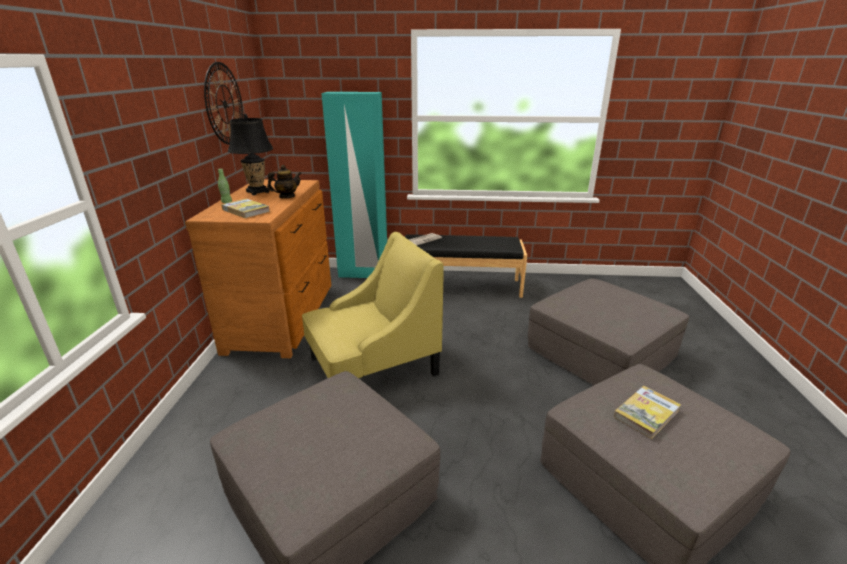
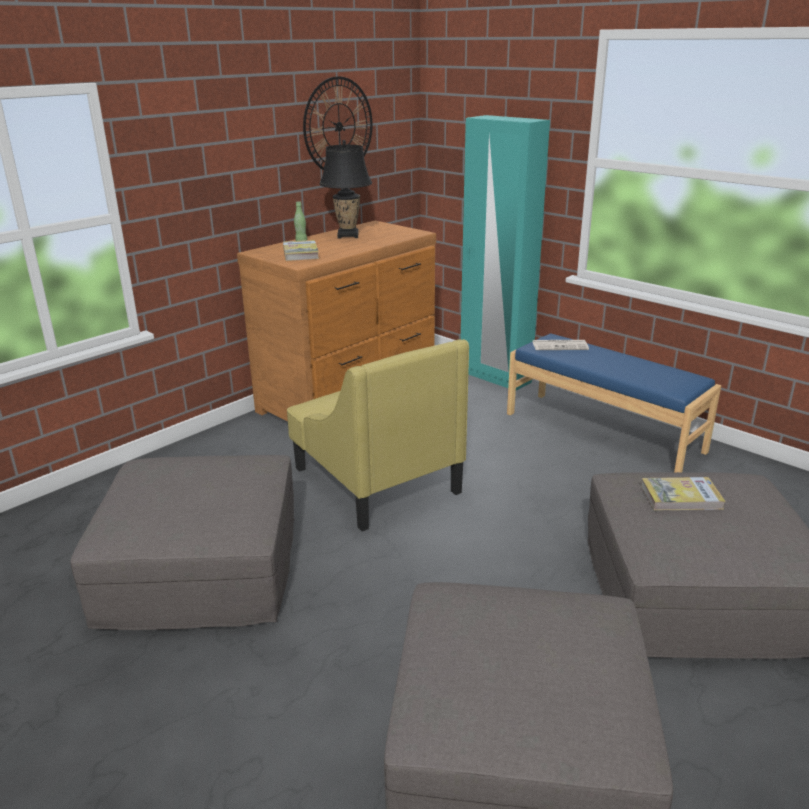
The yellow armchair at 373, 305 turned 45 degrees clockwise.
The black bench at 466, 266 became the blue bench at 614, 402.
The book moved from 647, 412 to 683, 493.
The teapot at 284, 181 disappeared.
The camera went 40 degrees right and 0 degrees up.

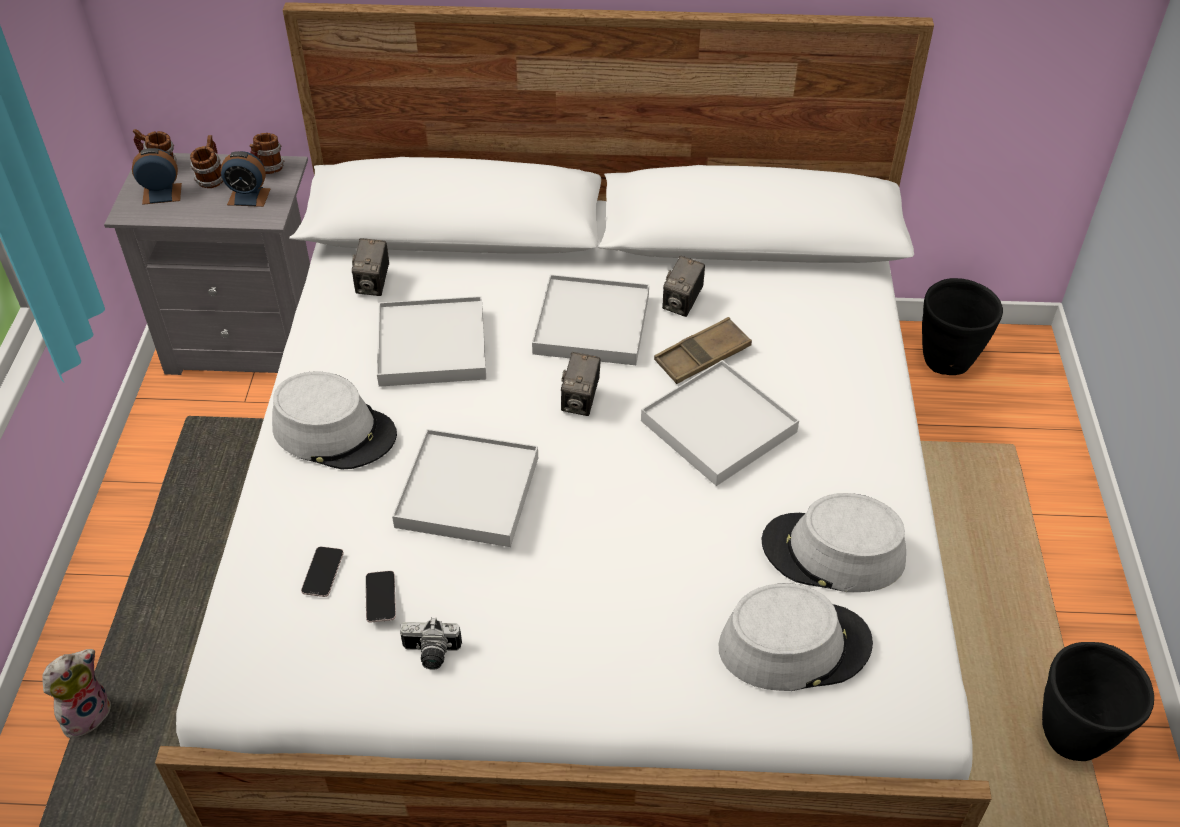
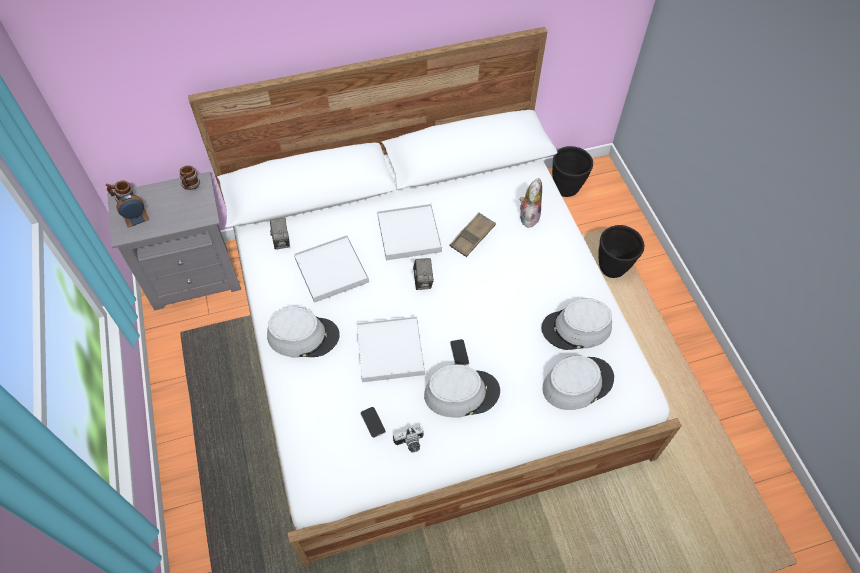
The grey hat at 462, 391 appeared.
The phone moved from 322, 571 to 459, 352.
The plush toy moved from 76, 695 to 531, 203.
The black planter moved from 1098, 701 to 621, 251.
The mug at 207, 161 disappeared.
The alarm clock at 245, 179 disappeared.
The white tray at 720, 423 disappeared.
The photo camera at 683, 286 disappeared.
The camera went 20 degrees left and 10 degrees up.

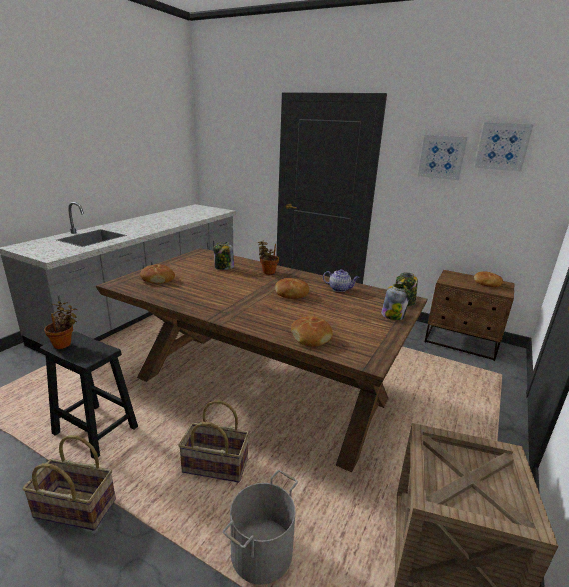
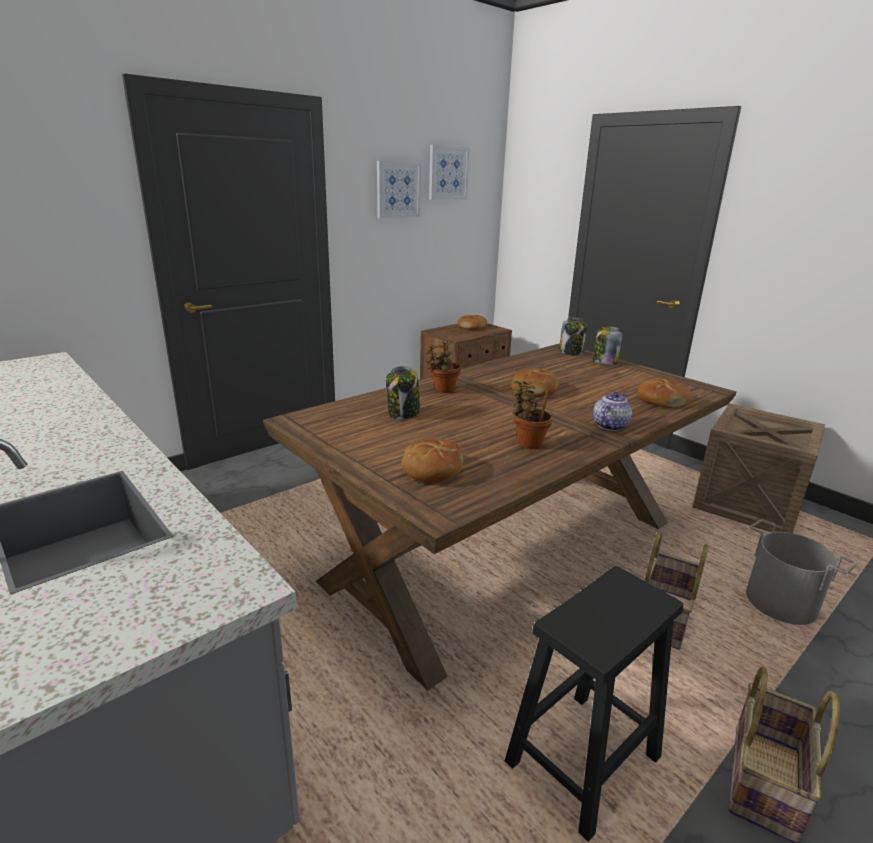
The potted plant moved from 61, 325 to 532, 414.
The teapot moved from 341, 280 to 612, 411.
The camera went 70 degrees left and 0 degrees up.

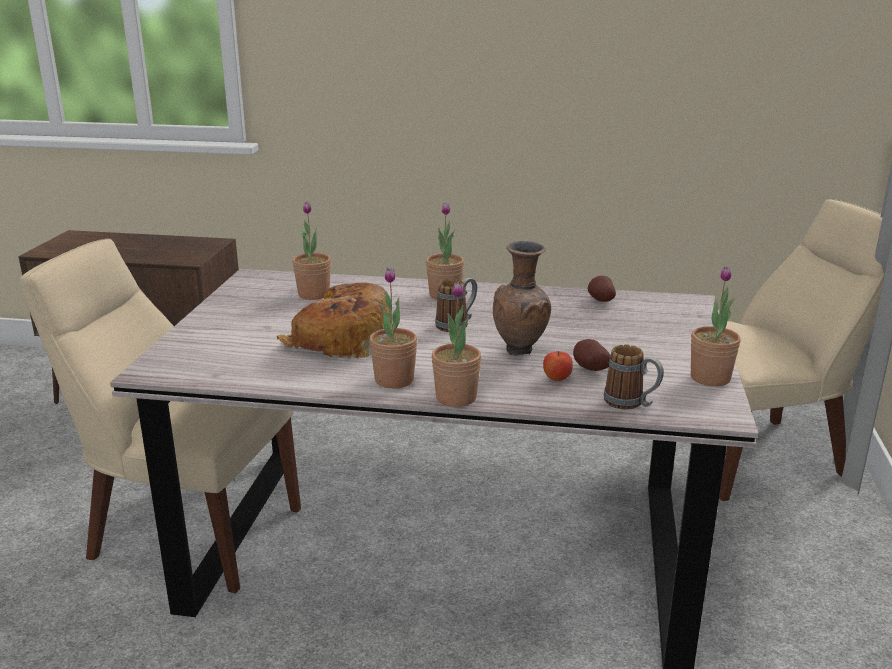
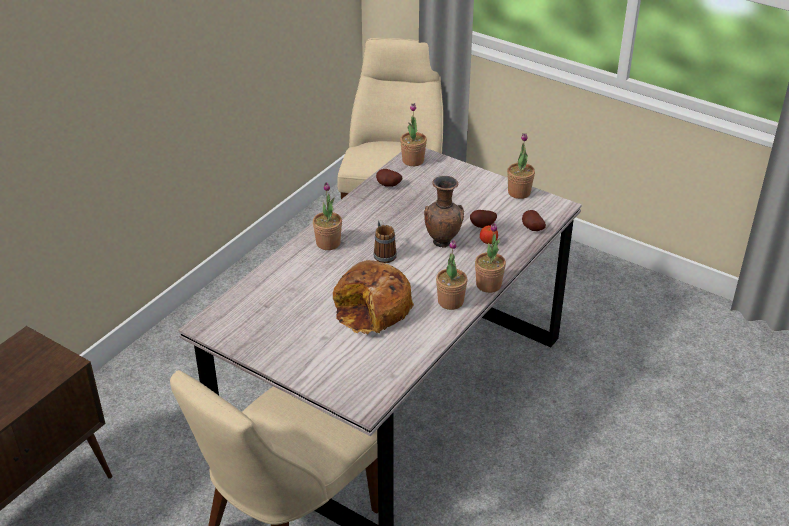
The potted plant moved from 311, 250 to 413, 134.
The mug at 634, 376 was replaced by the potato at 534, 220.
The camera went 65 degrees left and 15 degrees up.

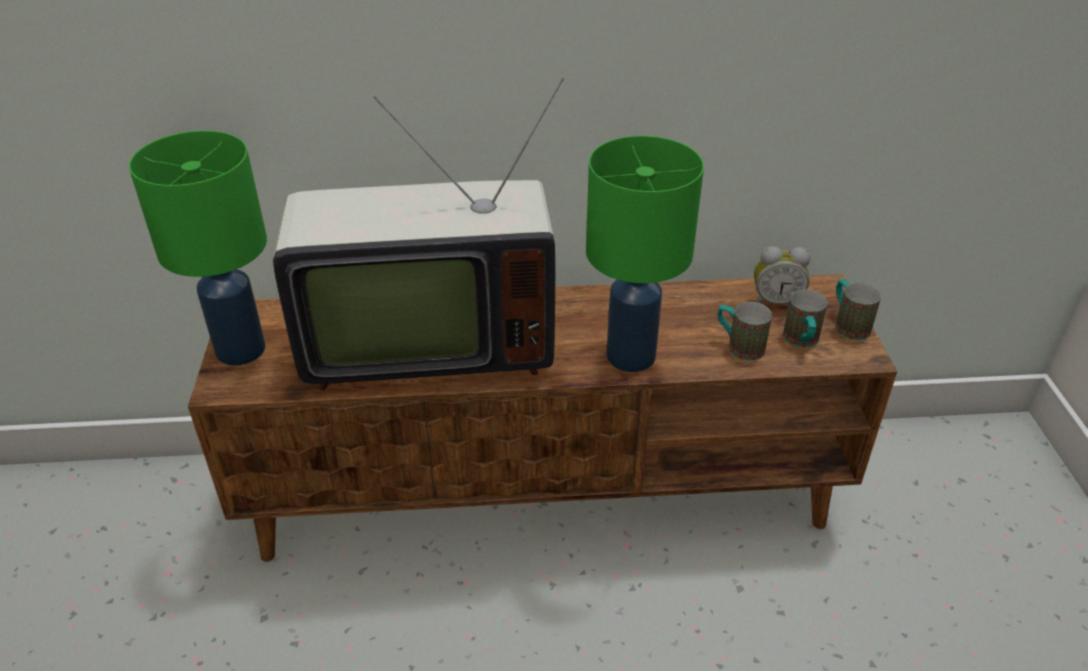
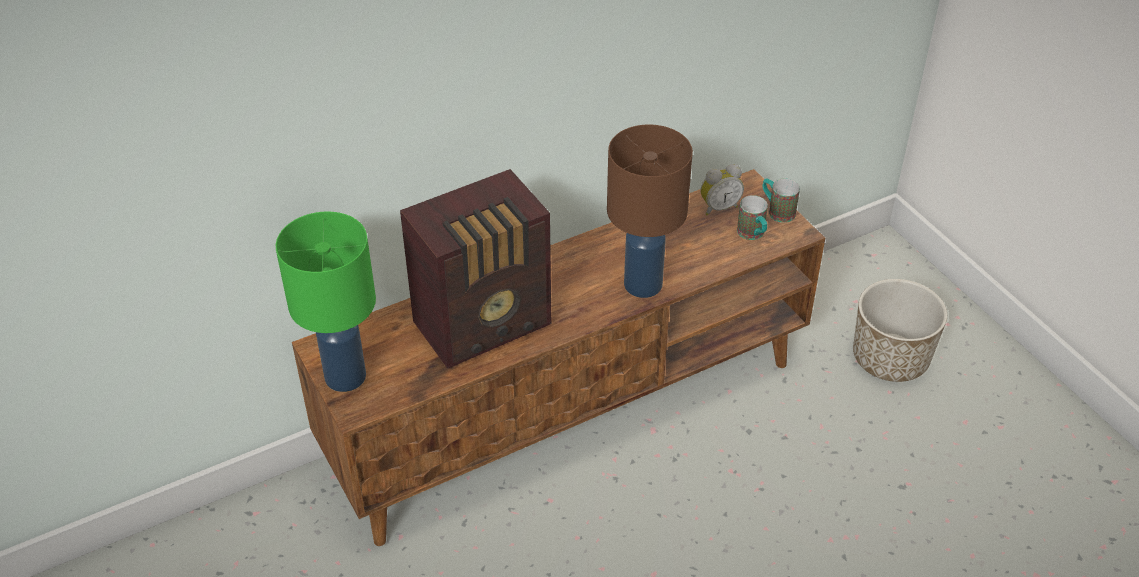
The television at 418, 233 was replaced by the radio at 475, 269.
The green table lamp at 645, 254 became the brown table lamp at 650, 211.
The planter at 900, 330 appeared.
The mug at 744, 331 disappeared.
The camera went 25 degrees left and 5 degrees up.

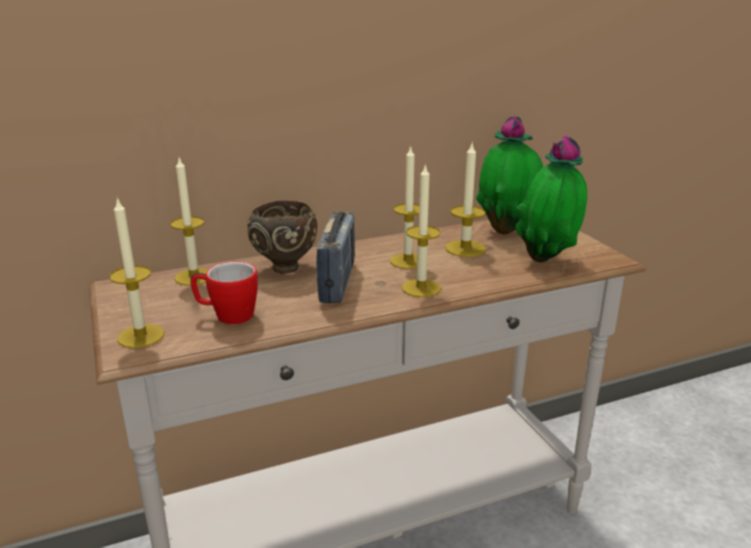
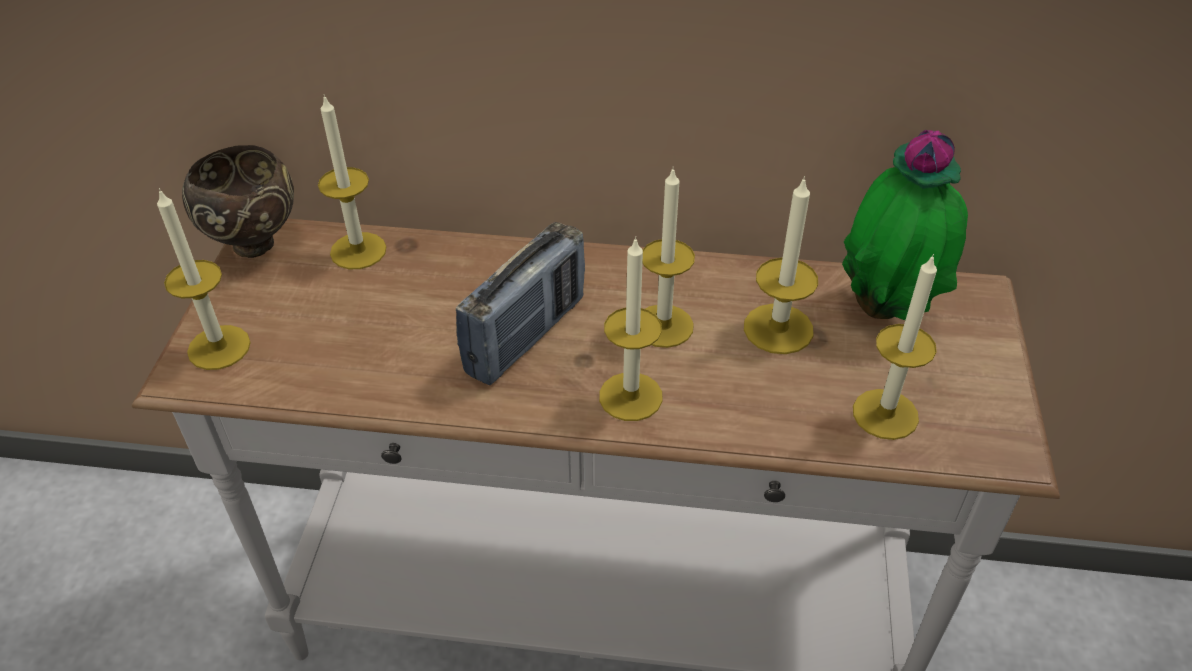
The brown bowl moved from 282, 237 to 238, 201.
The potted plant at 551, 198 was replaced by the candle at 895, 347.
The mug at 224, 293 disappeared.
The camera went 30 degrees right and 20 degrees up.

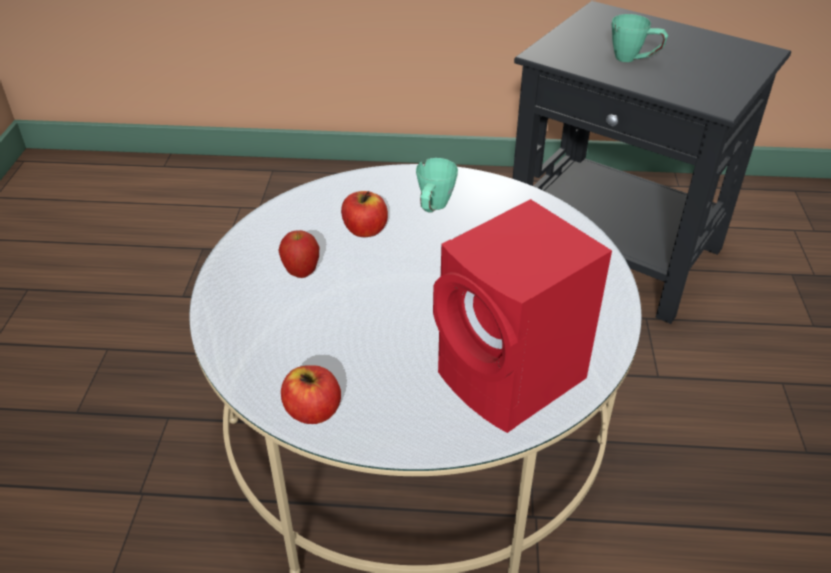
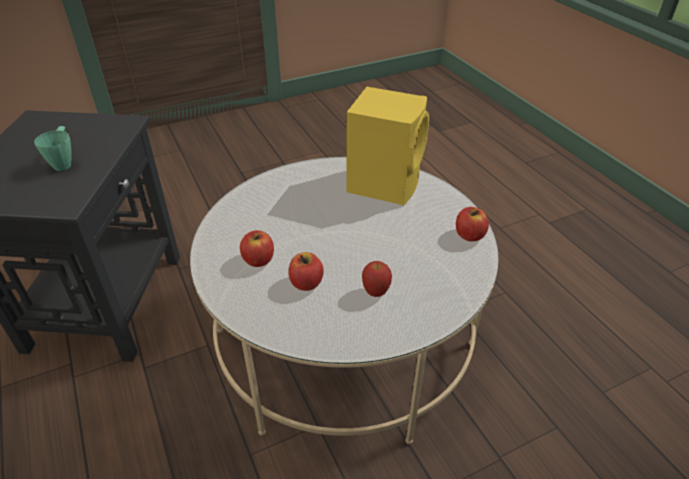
The green mug at 437, 185 was replaced by the apple at 257, 248.
The red speaker at 522, 316 became the yellow speaker at 387, 146.
The camera went 120 degrees left and 0 degrees up.

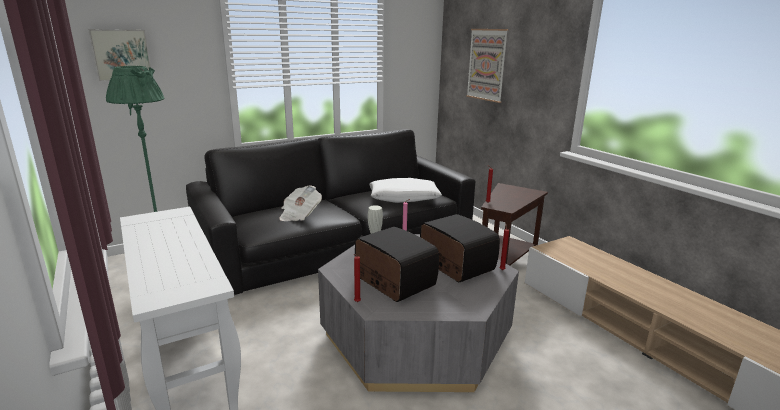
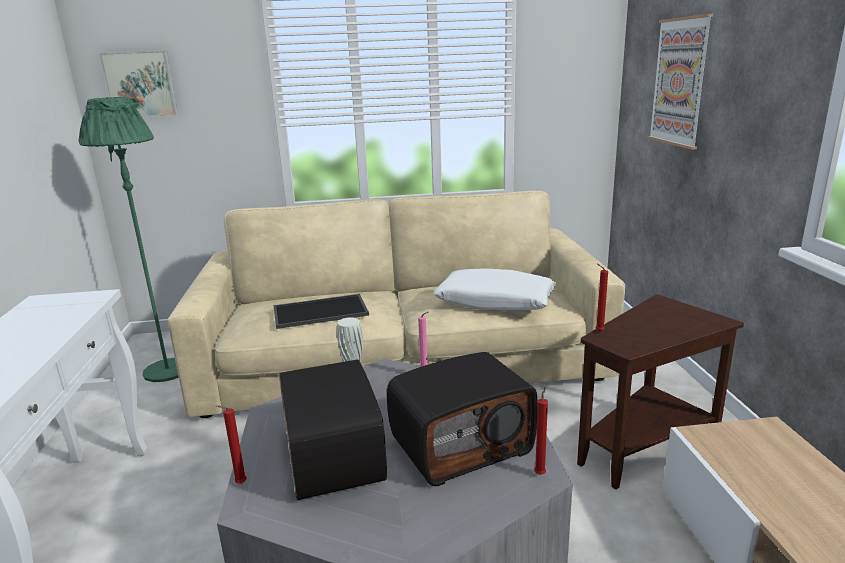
The black sofa at 330, 212 became the beige sofa at 396, 304.
The newspaper at 300, 203 was replaced by the tray at 321, 311.
The radio at 460, 248 turned 75 degrees clockwise.
The camera went 25 degrees right and 0 degrees up.

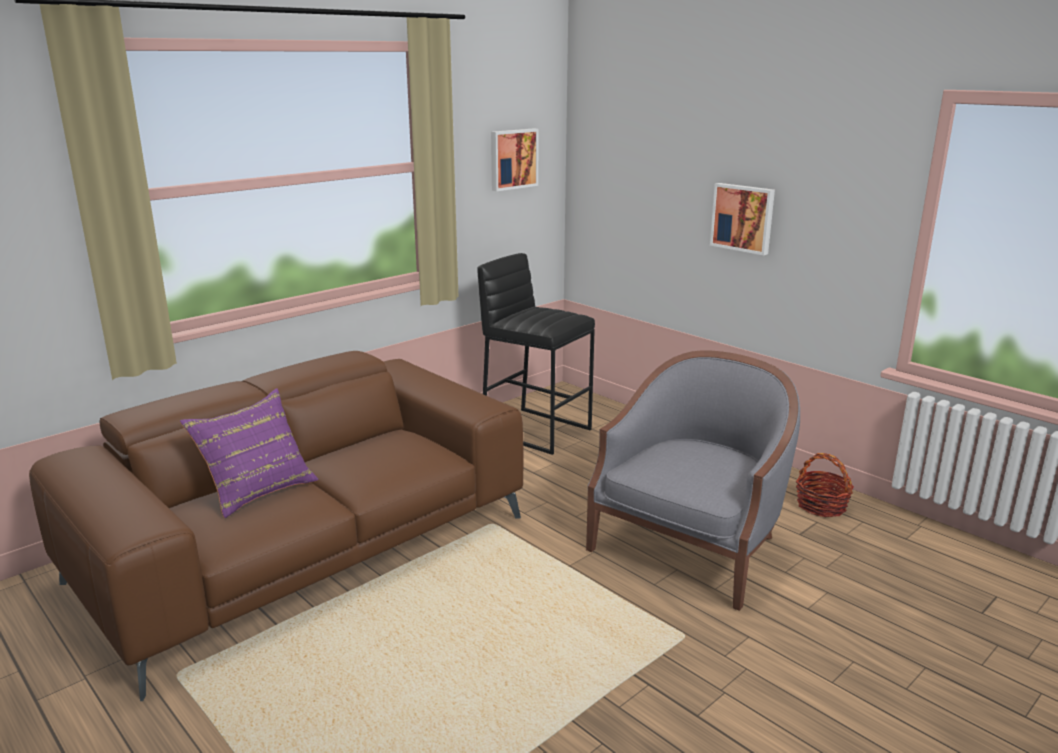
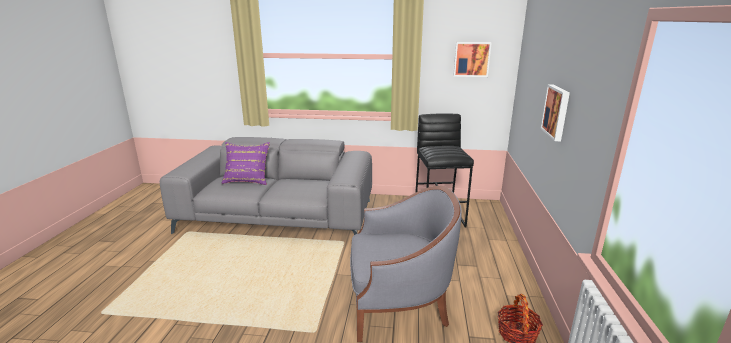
The brown sofa at 276, 526 became the grey sofa at 266, 186.
The camera went 50 degrees right and 0 degrees up.

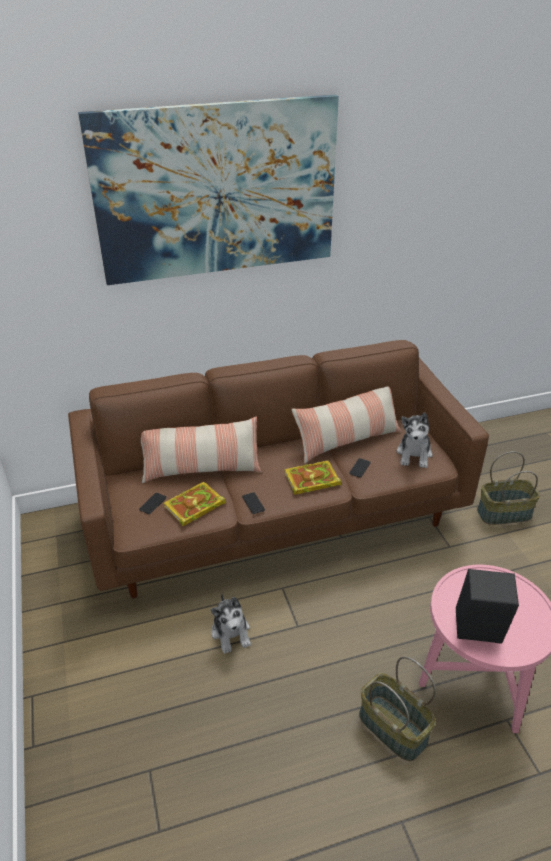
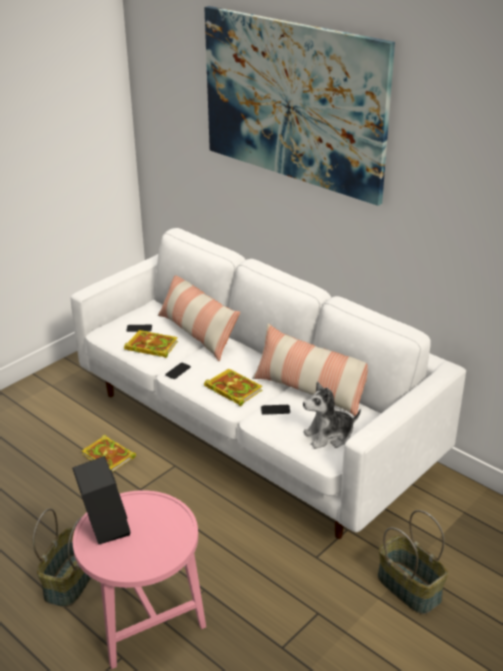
The brown sofa at 278, 469 became the white sofa at 268, 383.
The plush toy at 231, 623 was replaced by the book at 109, 453.
The camera went 60 degrees right and 5 degrees down.

